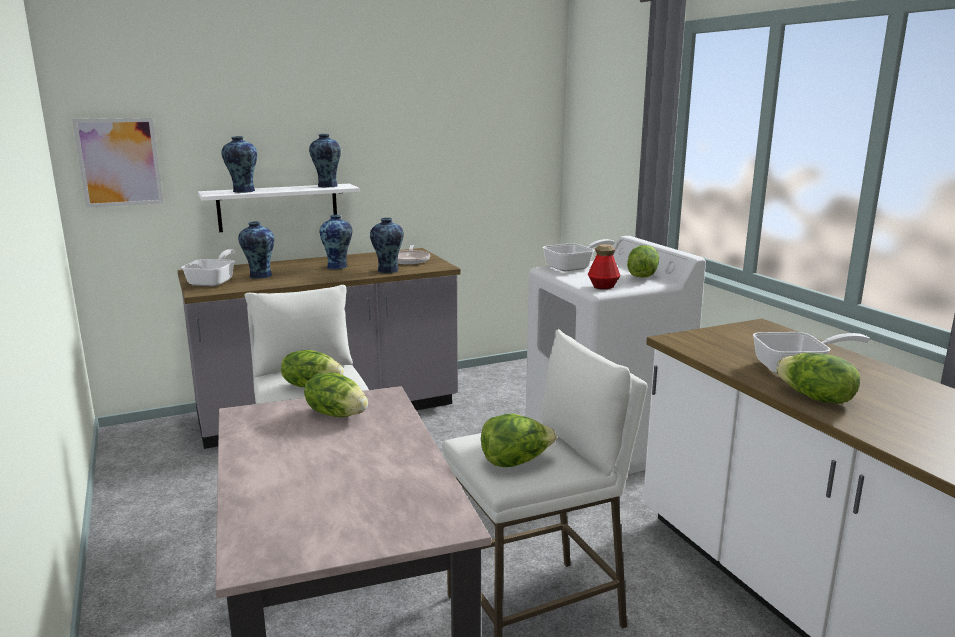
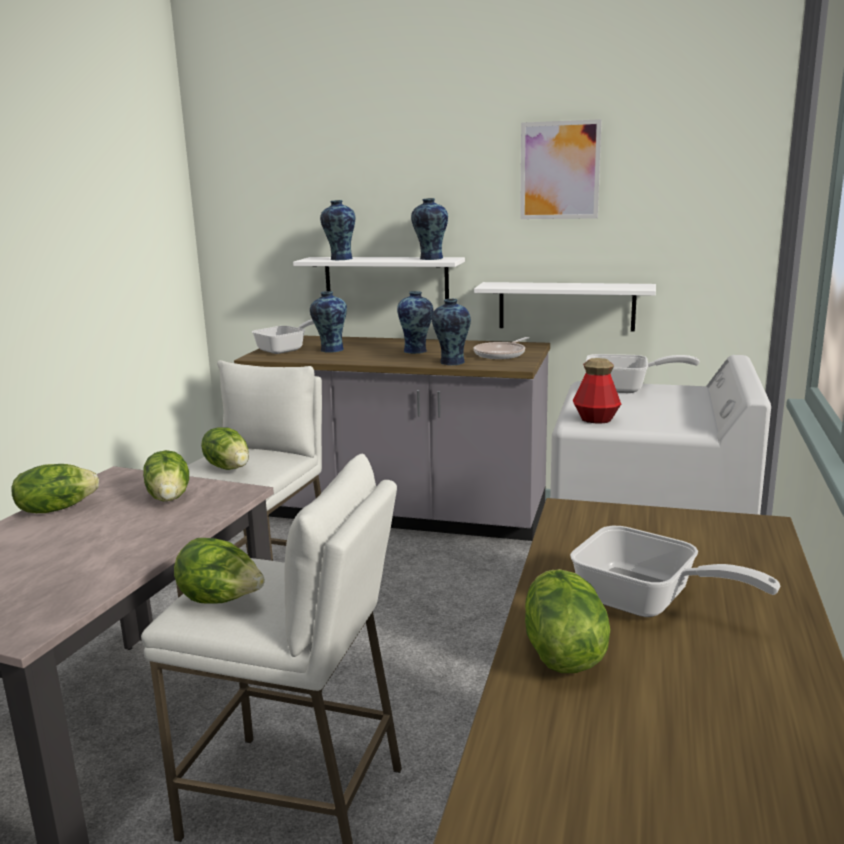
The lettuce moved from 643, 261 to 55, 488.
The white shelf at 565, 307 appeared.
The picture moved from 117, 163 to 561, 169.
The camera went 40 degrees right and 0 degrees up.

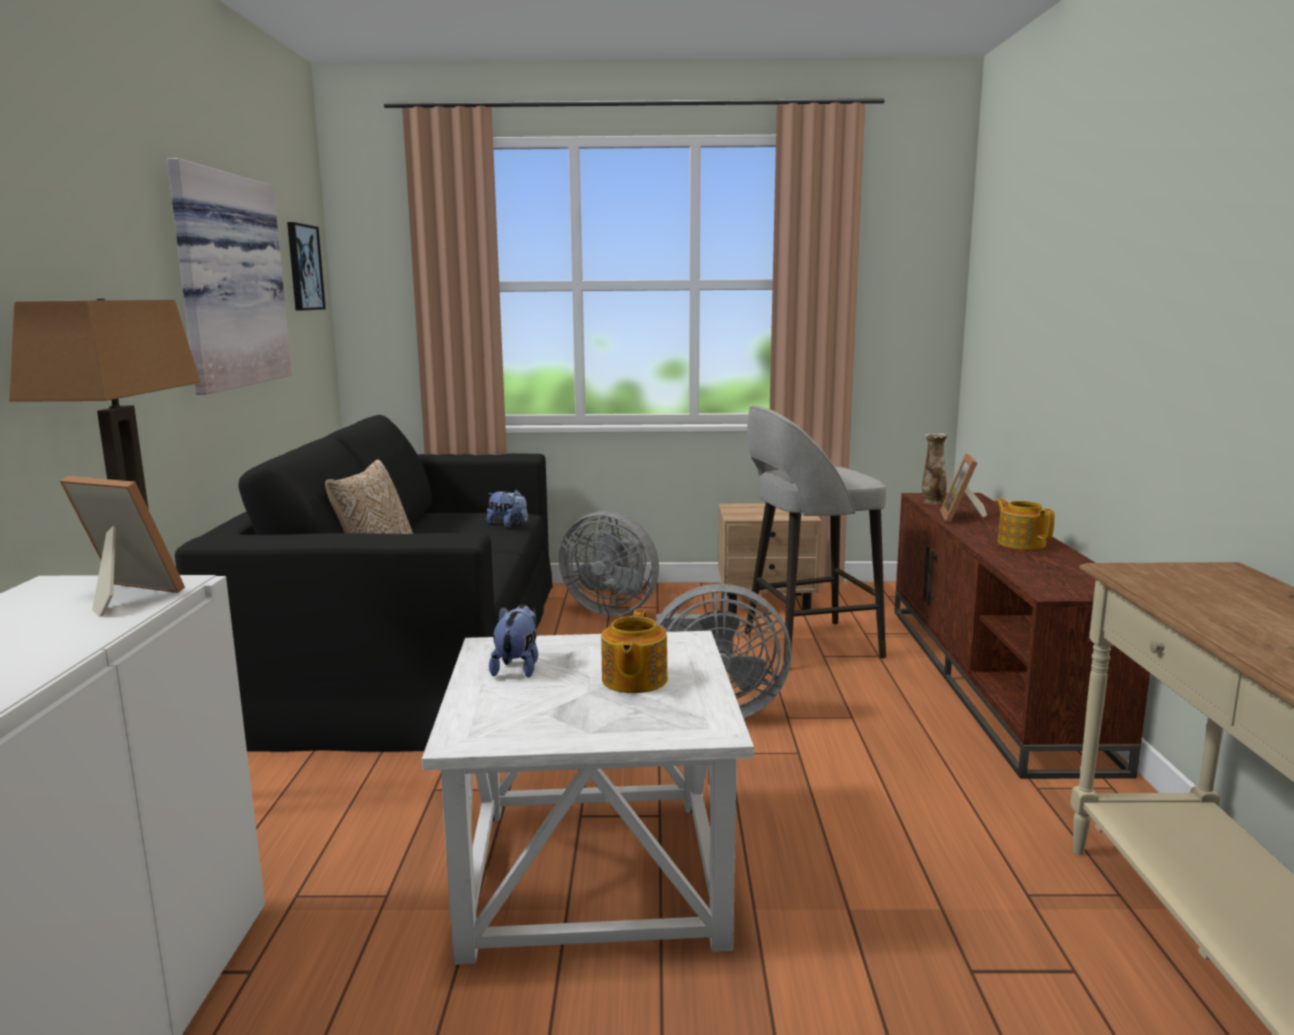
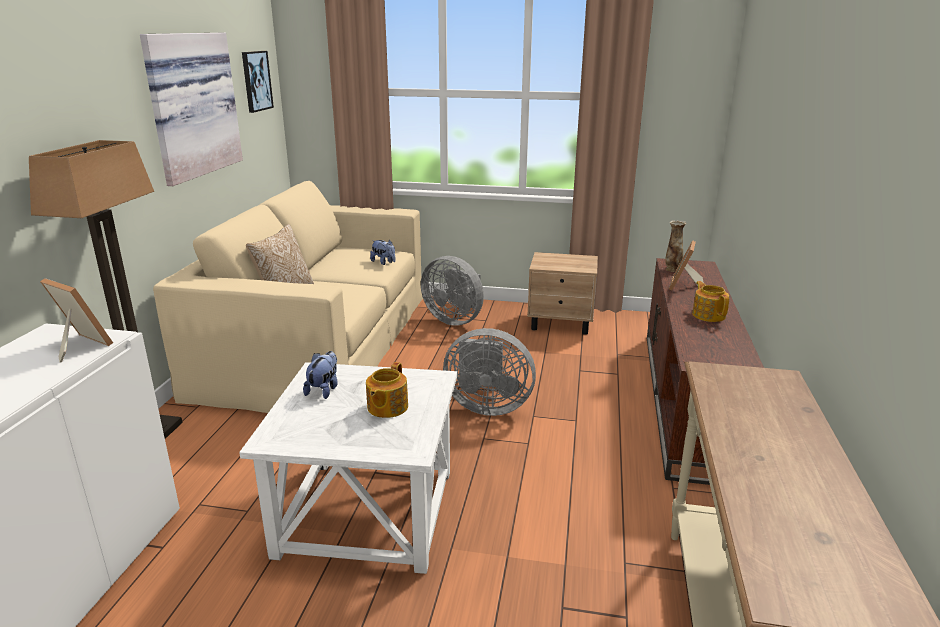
The black sofa at 364, 583 became the beige sofa at 288, 297.
The grey stool at 815, 534 disappeared.
The camera went 10 degrees right and 10 degrees up.

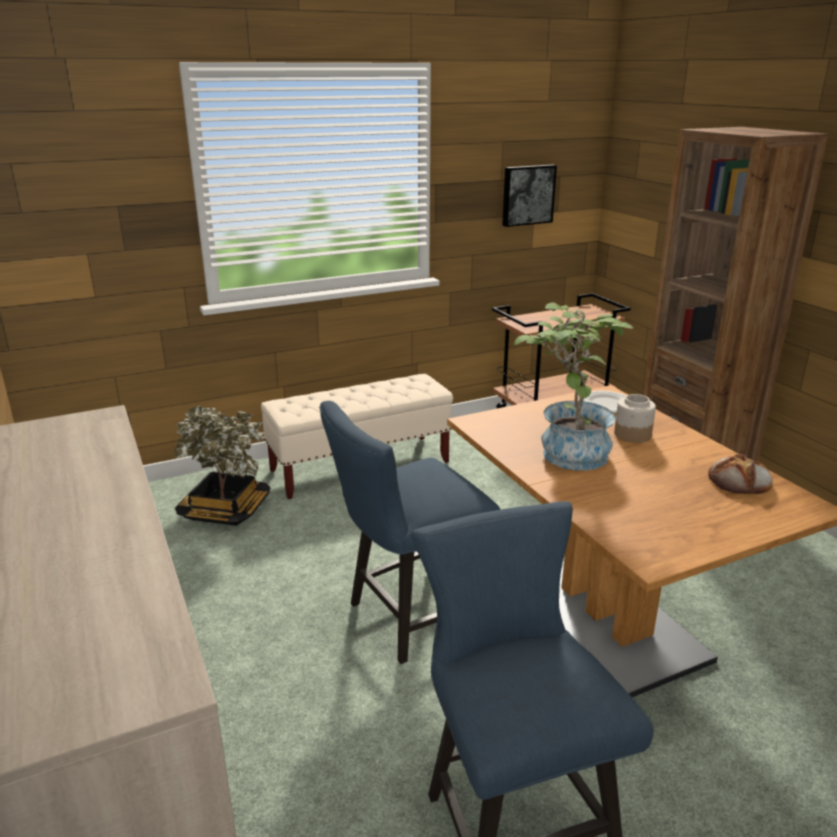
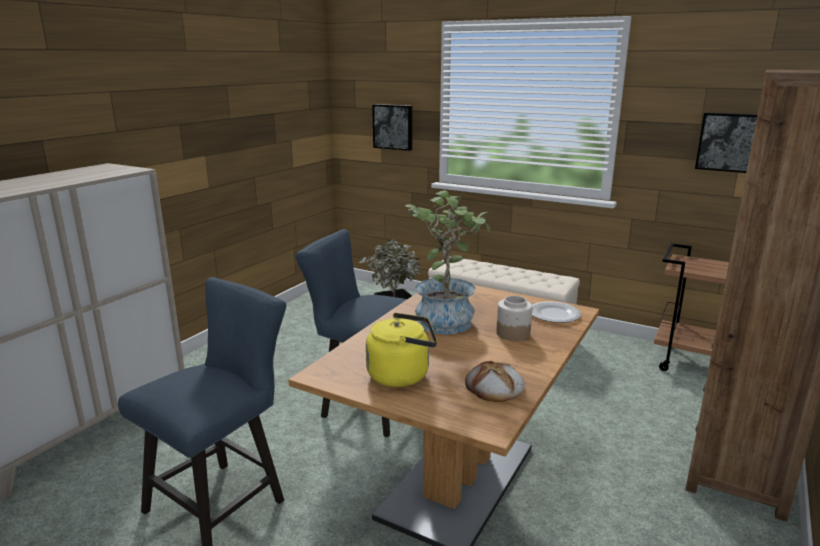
The yellow kettle at 401, 350 appeared.
The picture at 392, 127 appeared.
The camera went 55 degrees right and 5 degrees down.

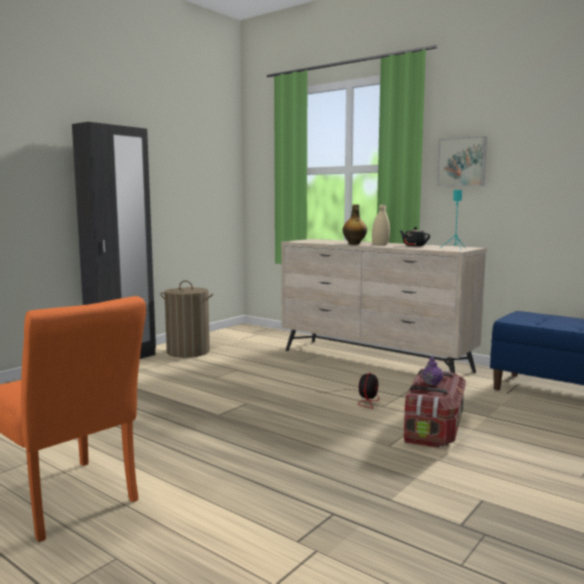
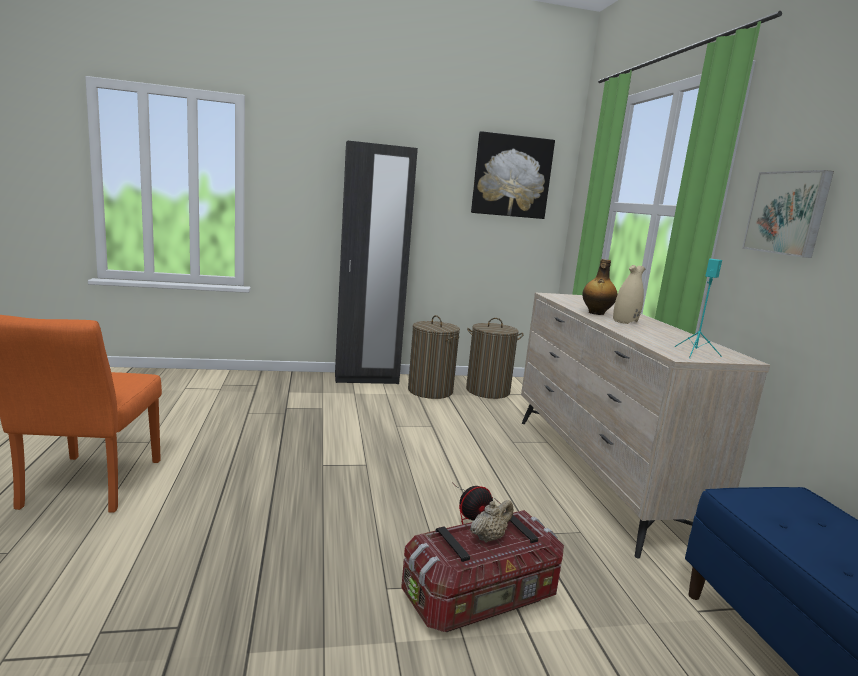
The laundry basket at 495, 358 appeared.
The purple teapot at 433, 371 became the beige teapot at 491, 521.
The picture at 513, 175 appeared.
The black teapot at 414, 236 disappeared.
The camera went 40 degrees right and 5 degrees up.

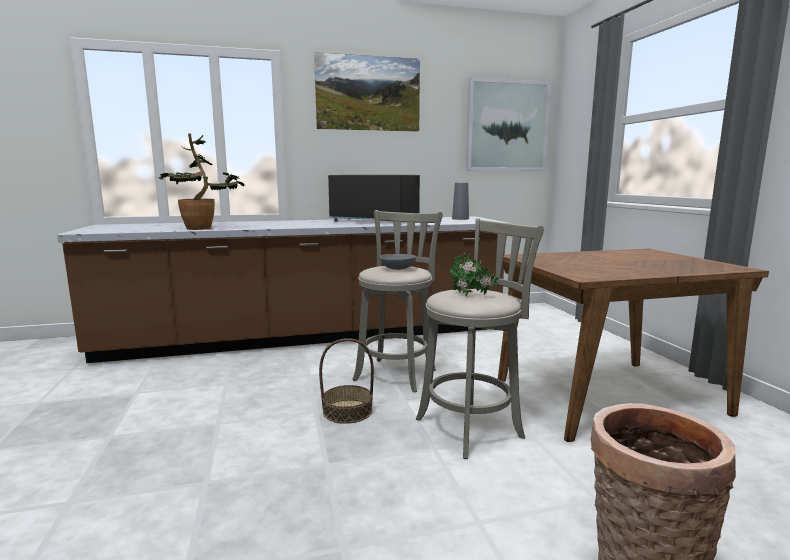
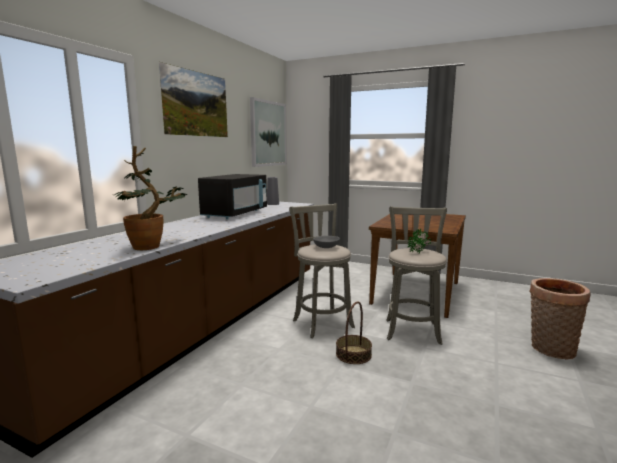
The black microwave at 374, 198 turned 135 degrees clockwise.
The camera went 50 degrees left and 0 degrees up.

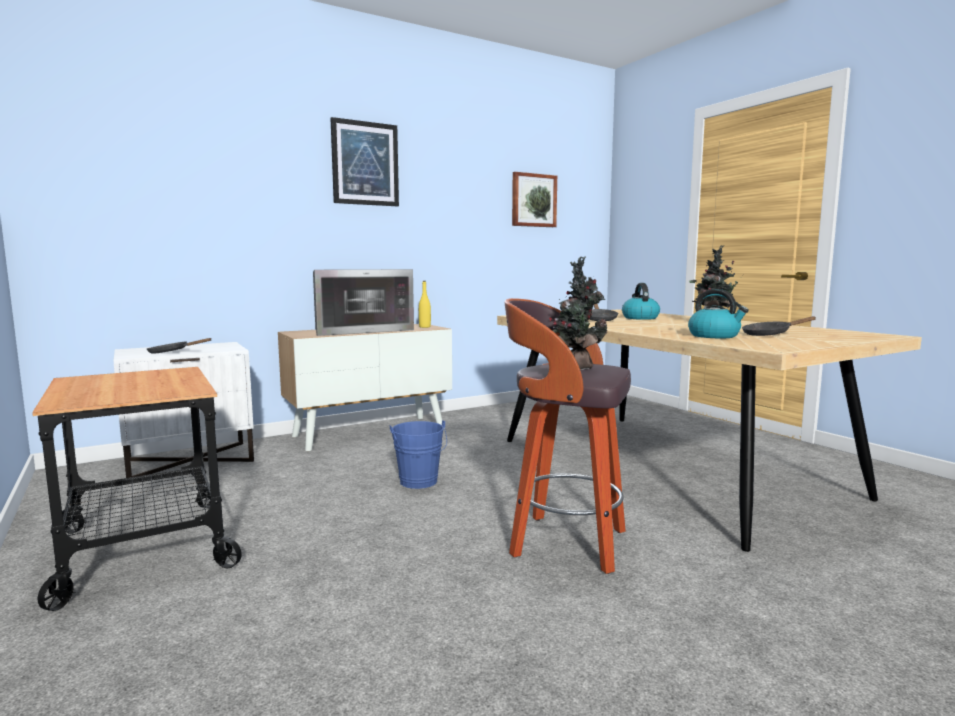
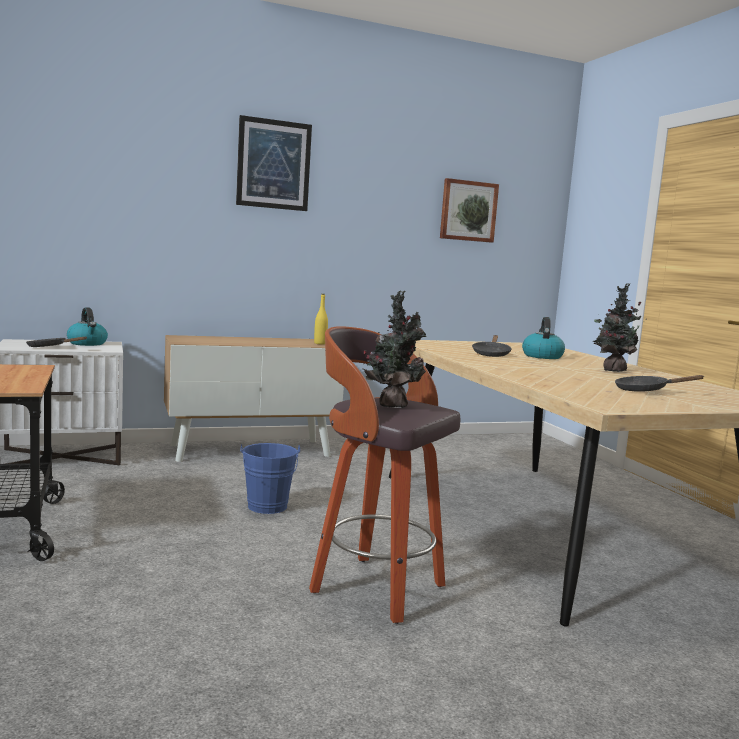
The kettle moved from 718, 313 to 87, 326.
The microwave at 363, 302 disappeared.
The camera went 10 degrees right and 0 degrees up.

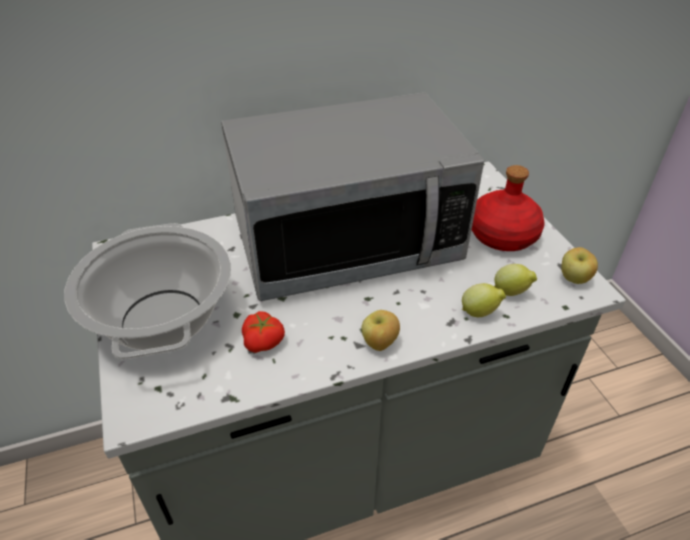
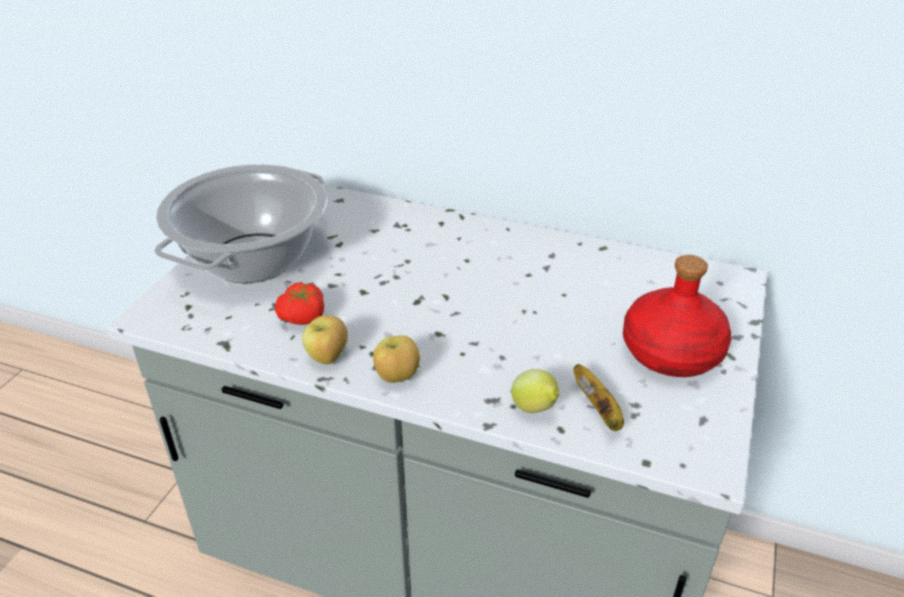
The apple moved from 579, 265 to 325, 339.
The lemon at 515, 280 was replaced by the banana at 599, 397.
The microwave at 352, 197 disappeared.
The camera went 40 degrees right and 5 degrees down.

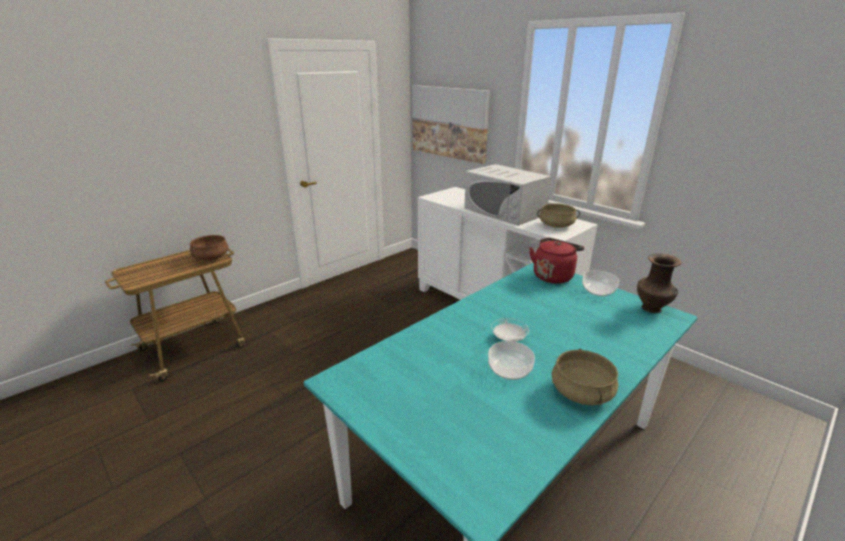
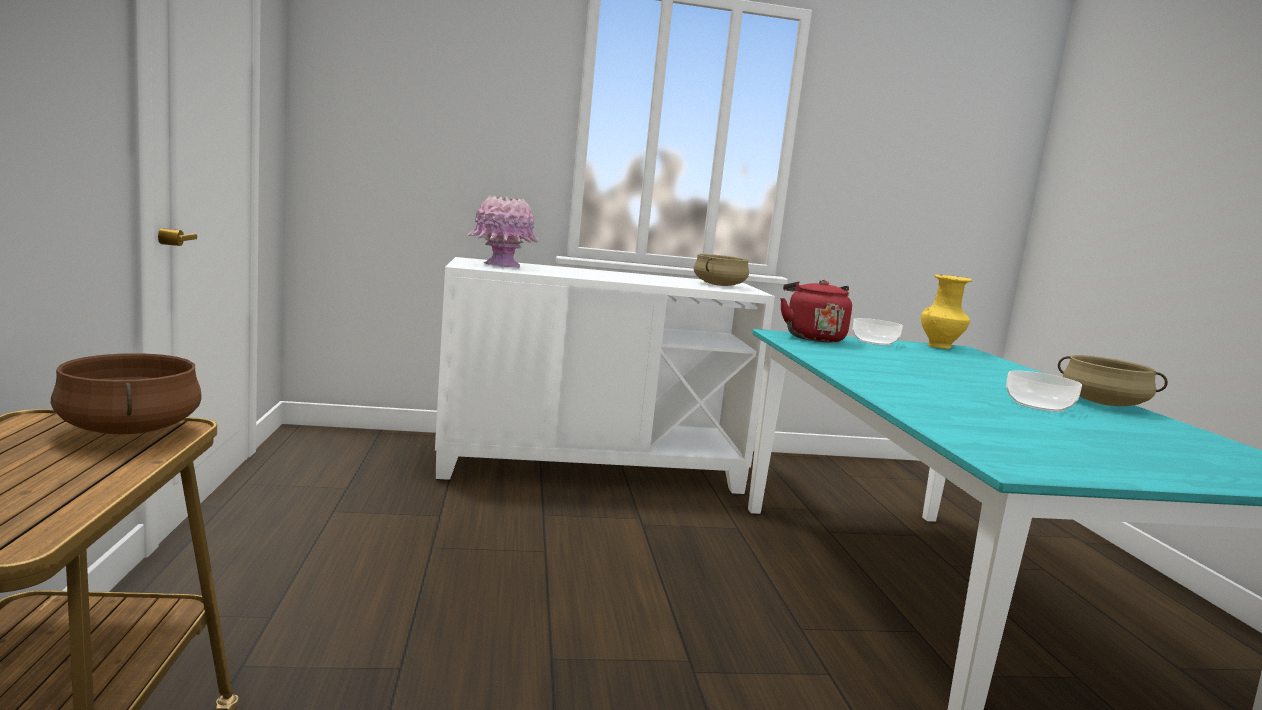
The pink vase at 503, 231 appeared.
The brown vase at 659, 283 became the yellow vase at 947, 312.
The picture at 451, 124 disappeared.
The white microwave at 507, 195 disappeared.
The white plate at 510, 330 disappeared.
The camera went 55 degrees left and 15 degrees down.

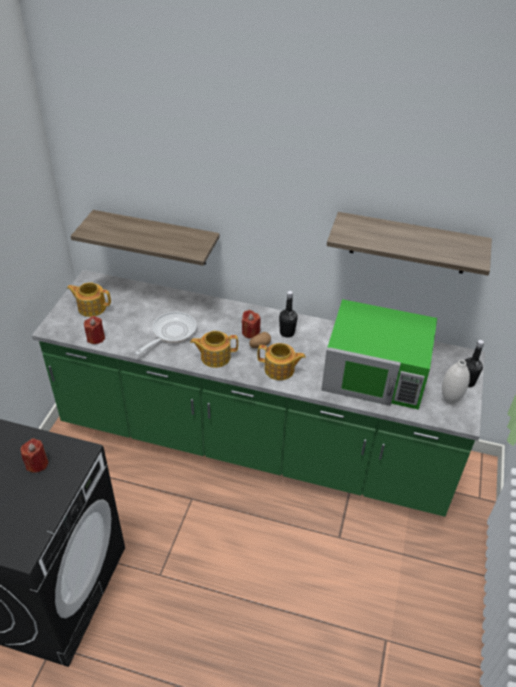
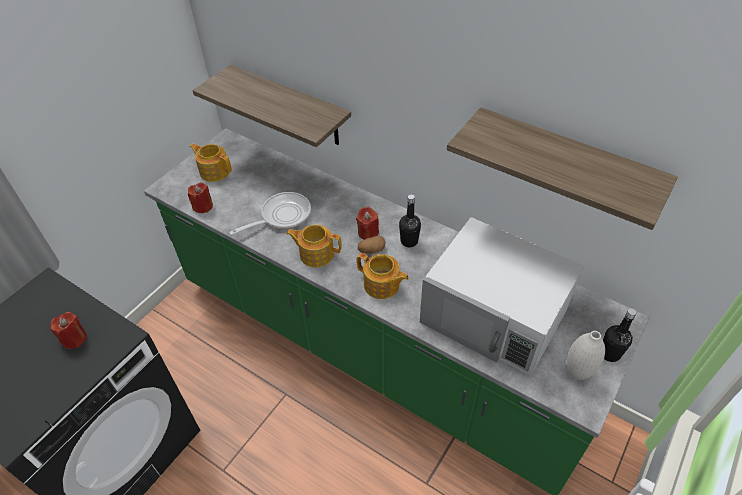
The green microwave at 379, 354 became the white microwave at 502, 296.
The camera went 20 degrees right and 5 degrees up.

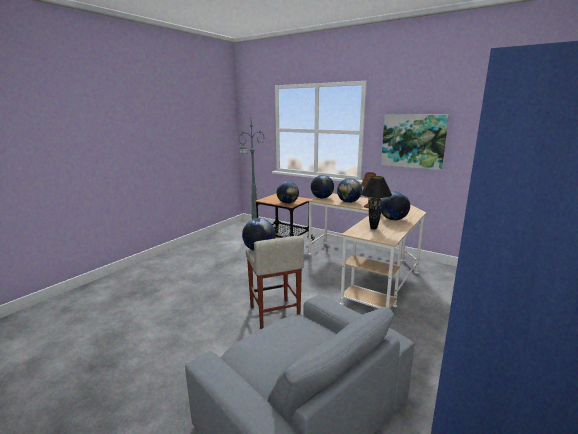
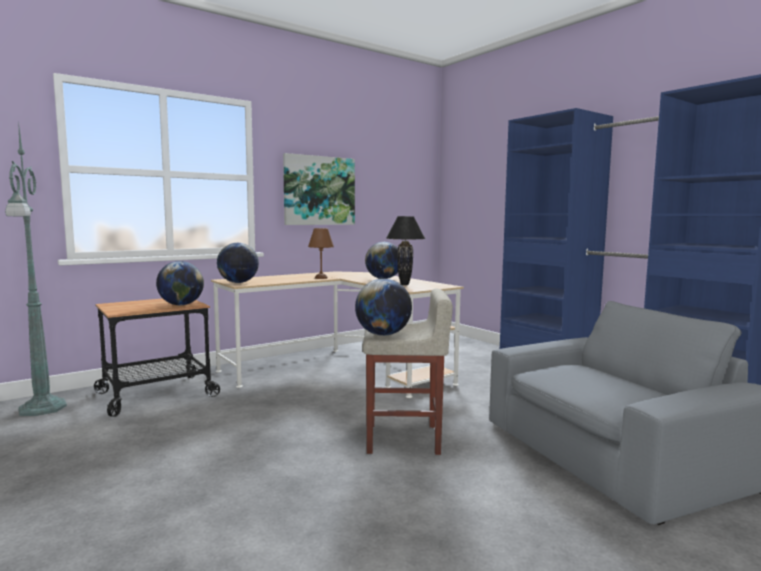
The globe at 349, 190 disappeared.
The camera went 70 degrees left and 10 degrees down.

